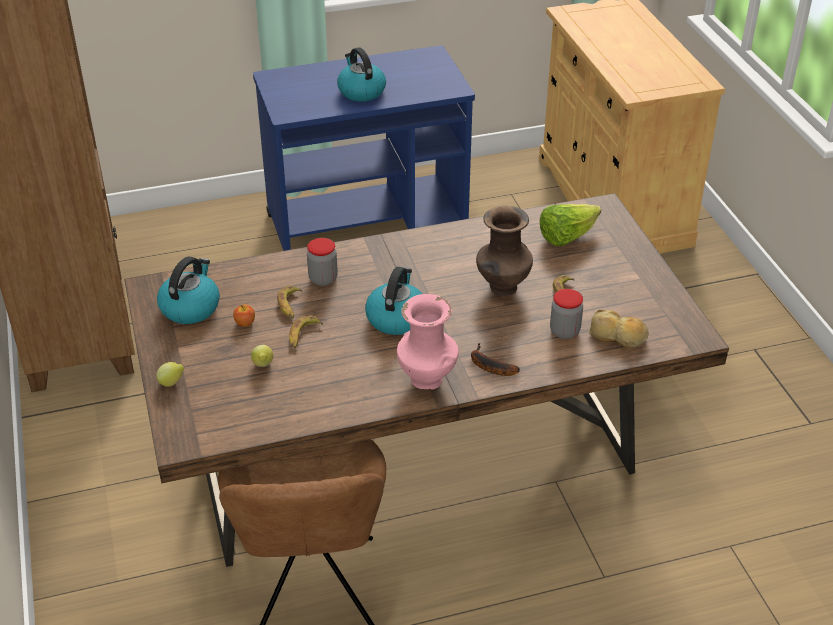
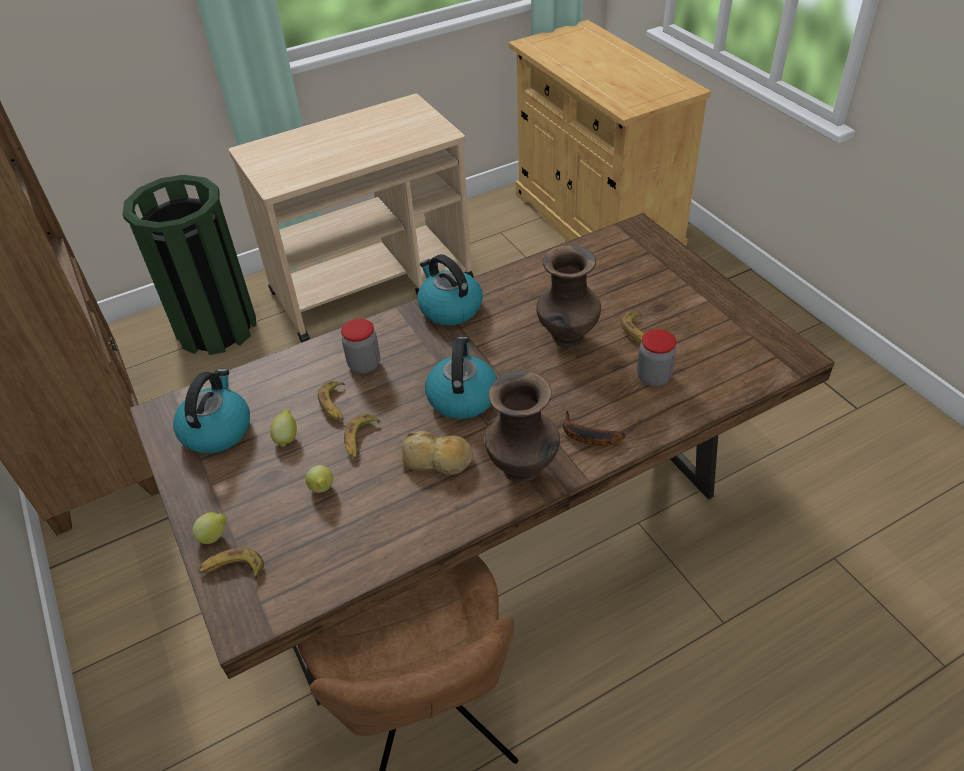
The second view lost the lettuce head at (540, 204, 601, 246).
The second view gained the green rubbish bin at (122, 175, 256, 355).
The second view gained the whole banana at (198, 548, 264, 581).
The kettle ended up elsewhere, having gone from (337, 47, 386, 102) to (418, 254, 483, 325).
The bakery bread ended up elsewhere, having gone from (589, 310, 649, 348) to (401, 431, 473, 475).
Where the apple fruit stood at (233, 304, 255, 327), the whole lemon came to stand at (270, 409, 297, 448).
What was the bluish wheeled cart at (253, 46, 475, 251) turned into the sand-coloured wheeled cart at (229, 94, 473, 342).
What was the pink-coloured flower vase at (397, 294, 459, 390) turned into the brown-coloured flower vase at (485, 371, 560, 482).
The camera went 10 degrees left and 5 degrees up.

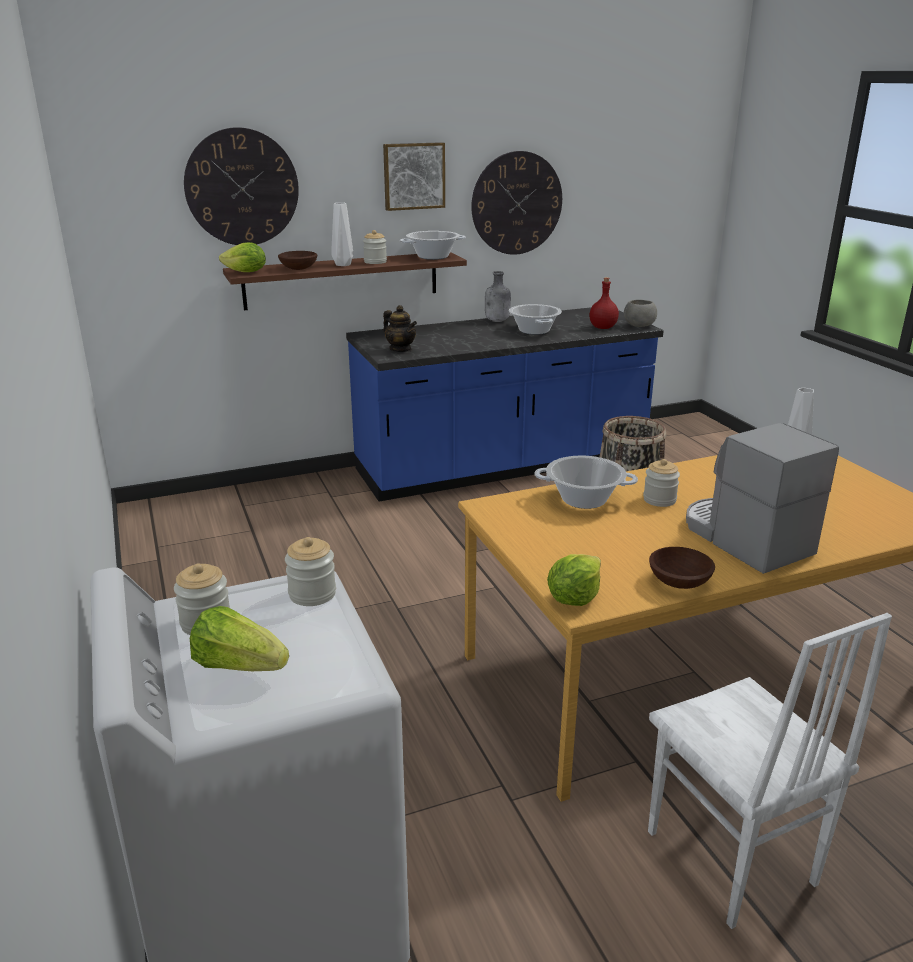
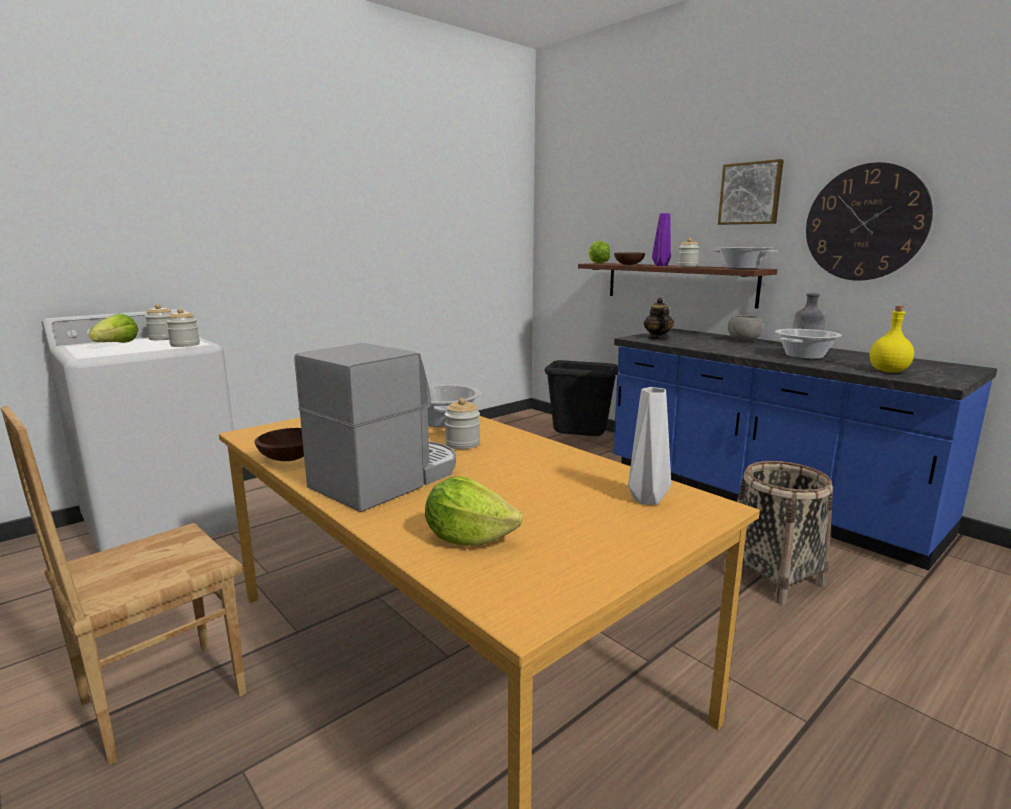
The second view lost the wall clock at (184, 127, 299, 245).
The second view gained the black rubbish bin at (545, 360, 618, 436).
The lettuce head ended up elsewhere, having gone from (547, 554, 601, 606) to (425, 476, 523, 546).
The greyish serving bowl ended up elsewhere, having gone from (624, 300, 657, 327) to (728, 315, 763, 341).
What was the white-coloured flower vase at (331, 202, 353, 266) turned into the purple flower vase at (652, 213, 671, 266).
What was the red-coloured beverage bottle at (589, 277, 619, 329) turned into the yellow-coloured beverage bottle at (870, 306, 914, 372).
What was the white-coloured plain chair at (648, 613, 892, 929) turned into the brown-coloured plain chair at (1, 406, 246, 765).
The pot for tea at (383, 305, 417, 352) ended up facing another way, 150 degrees clockwise from before.
The camera went 70 degrees right and 10 degrees down.

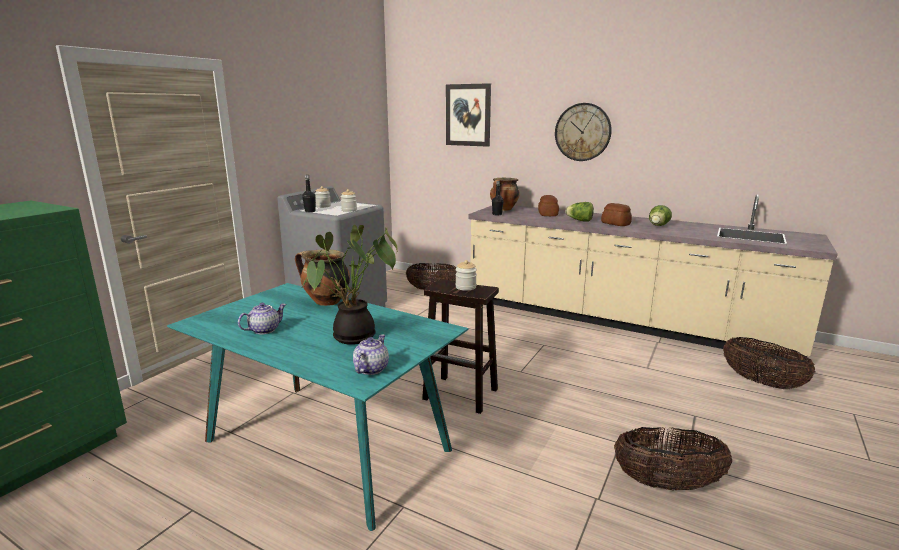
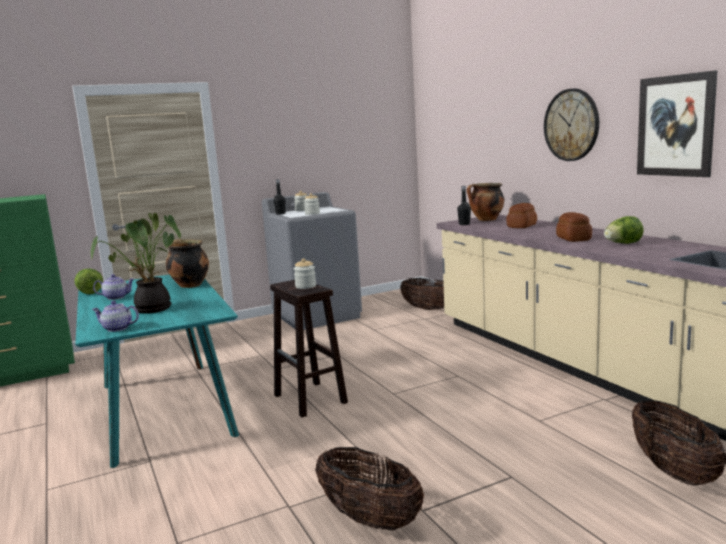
The wall picture ended up elsewhere, having gone from (446, 83, 491, 147) to (637, 70, 717, 177).
The lettuce head ended up elsewhere, having gone from (565, 202, 594, 222) to (75, 268, 103, 294).
The pot for tea at (353, 334, 389, 375) ended up facing another way, 135 degrees counterclockwise from before.
The camera went 35 degrees right and 5 degrees down.

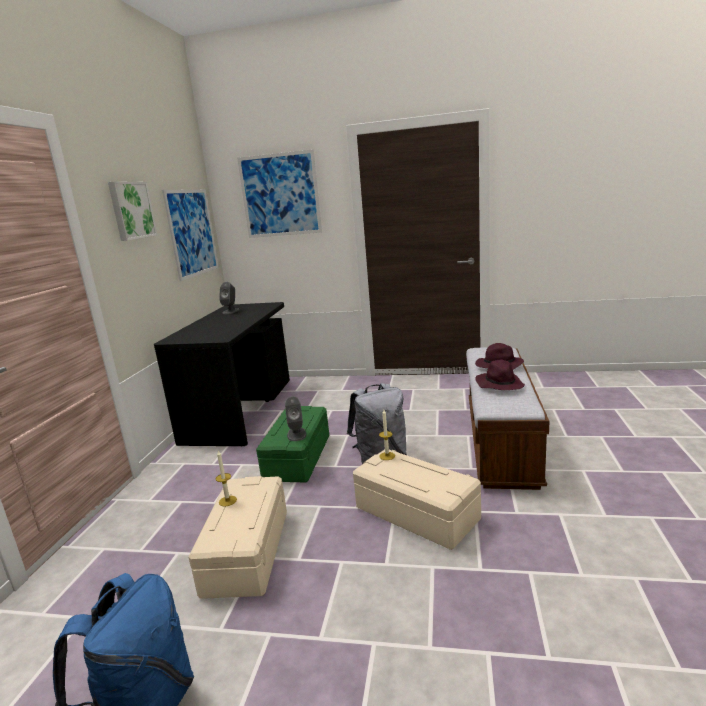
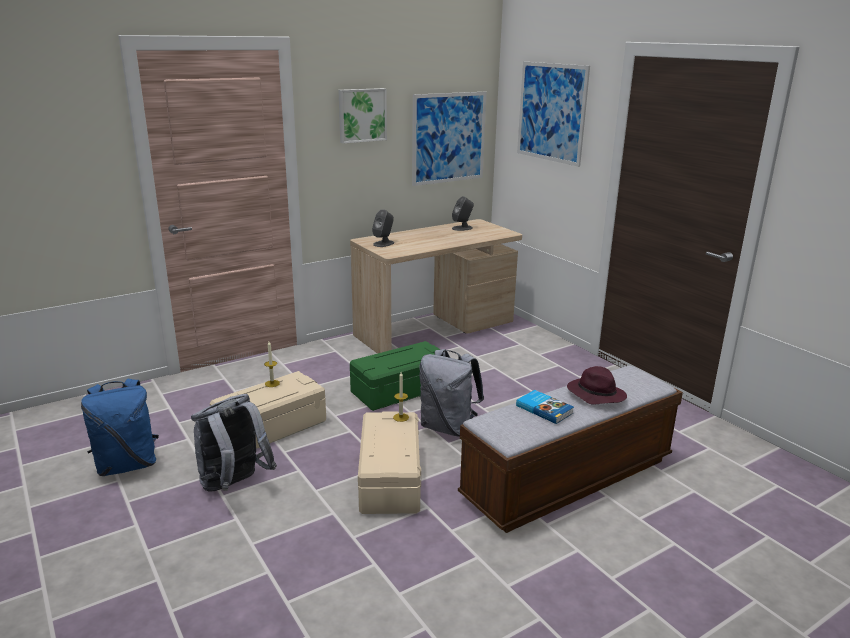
The second view gained the greyish knapsack at (191, 394, 277, 491).
The greyish audio speaker ended up elsewhere, having gone from (285, 396, 306, 441) to (372, 209, 394, 247).
Where the purple clothing hat stood at (475, 360, 525, 390), the volume came to stand at (516, 390, 574, 424).
What was the black desk at (154, 302, 290, 446) turned into the sand-coloured desk at (350, 219, 522, 354).
The camera went 45 degrees right and 5 degrees up.

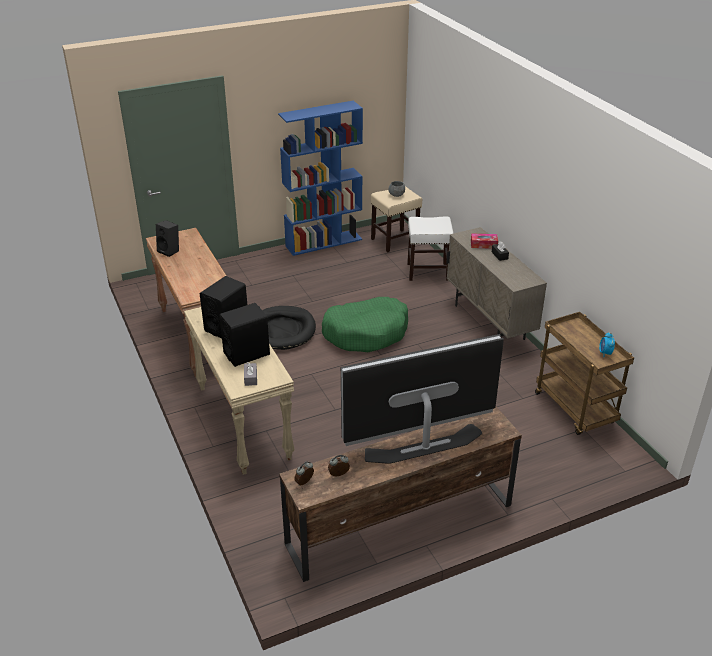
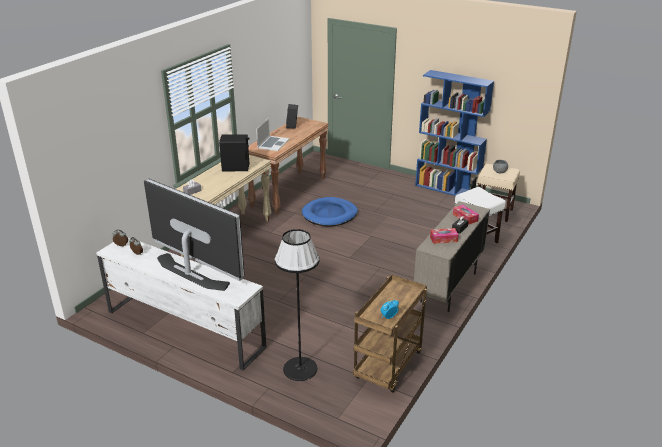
The second view lost the black audio speaker at (219, 303, 270, 367).
The second view lost the green pet bed at (322, 297, 408, 352).
The second view gained the portable computer at (256, 118, 289, 151).
The second view gained the black standard lamp at (275, 229, 319, 381).
The second view gained the tissue holder at (430, 228, 459, 244).
What was the black pet bed at (262, 306, 316, 350) turned into the bluish pet bed at (302, 197, 358, 226).
What was the brown-coloured tv unit at (279, 407, 522, 582) turned into the white-coloured tv unit at (96, 237, 266, 371).
The camera went 55 degrees right and 5 degrees down.

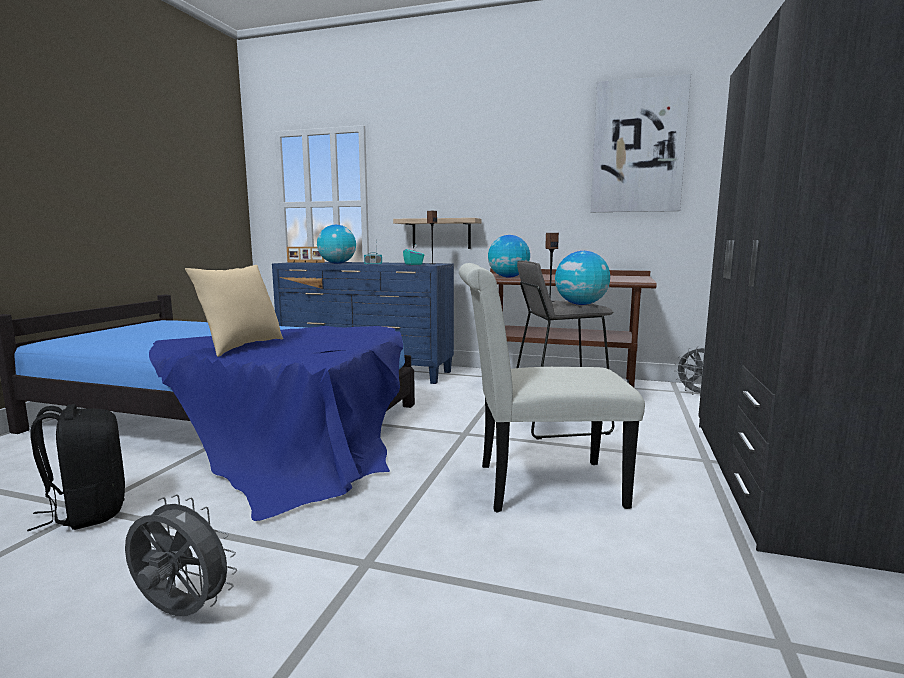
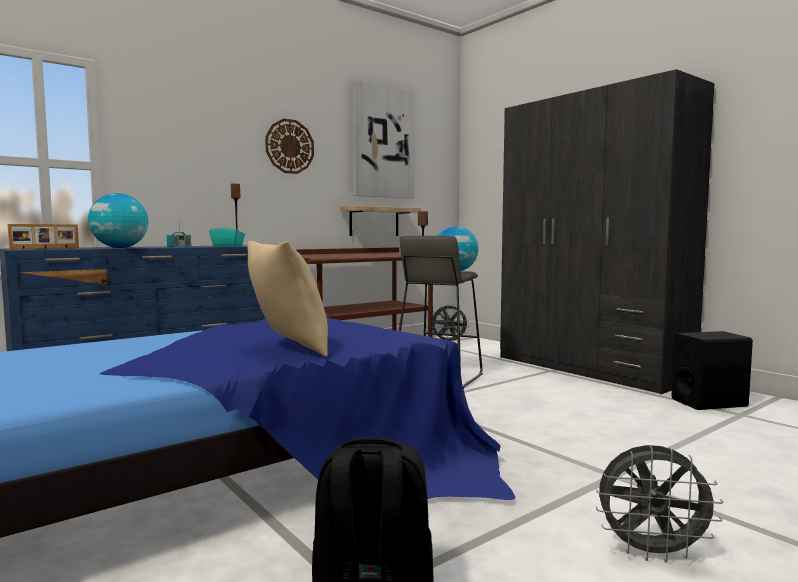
The second view lost the white-coloured plain chair at (459, 263, 645, 513).
The second view lost the world globe at (488, 235, 530, 277).
The second view gained the wall clock at (265, 119, 314, 174).
The second view gained the black audio speaker at (672, 331, 753, 410).
The wall shelf ended up elsewhere, having gone from (393, 218, 482, 249) to (340, 206, 421, 236).
The greyish fan at (125, 494, 237, 616) ended up facing another way, 135 degrees counterclockwise from before.
The camera went 55 degrees left and 5 degrees down.

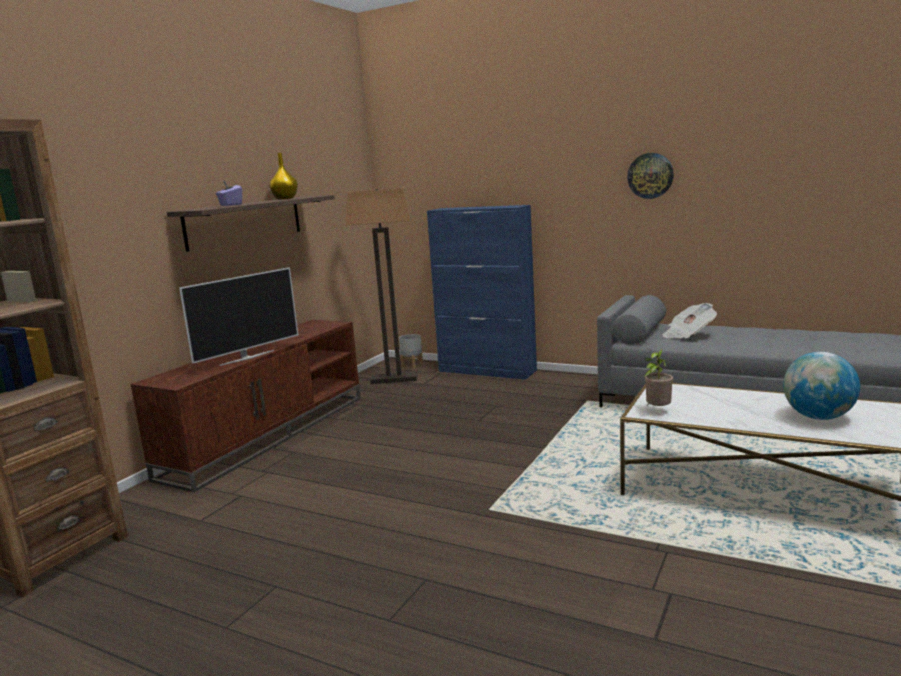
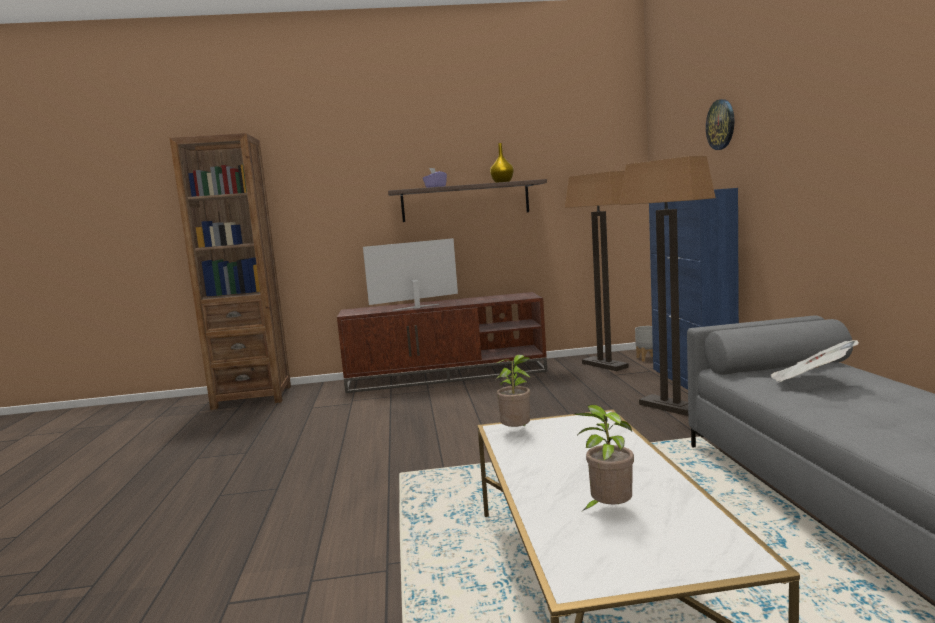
The second view gained the standard lamp at (620, 156, 716, 416).
The wall clock ended up elsewhere, having gone from (627, 153, 674, 199) to (706, 99, 735, 150).
Where the world globe stood at (783, 352, 860, 420), the potted plant came to stand at (575, 405, 634, 511).
The television at (179, 267, 298, 366) ended up facing another way, 150 degrees clockwise from before.
The camera went 55 degrees right and 5 degrees down.

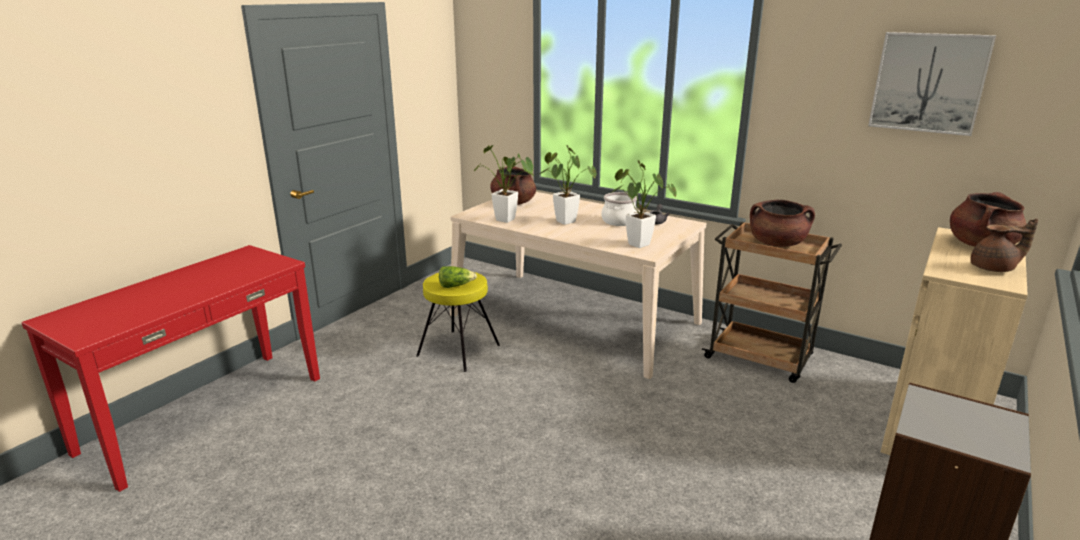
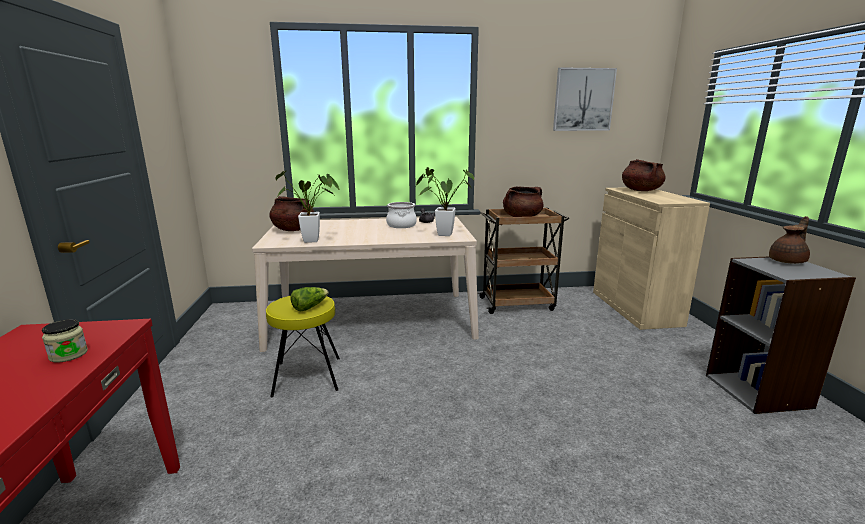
The second view lost the potted plant at (539, 145, 597, 225).
The second view gained the preserve jar at (42, 319, 88, 363).
The brown-coloured pot for tea ended up elsewhere, having gone from (970, 219, 1038, 272) to (769, 216, 810, 264).
The camera went 40 degrees left and 5 degrees down.

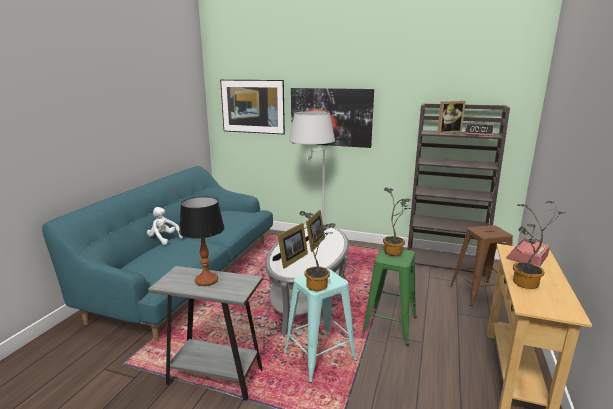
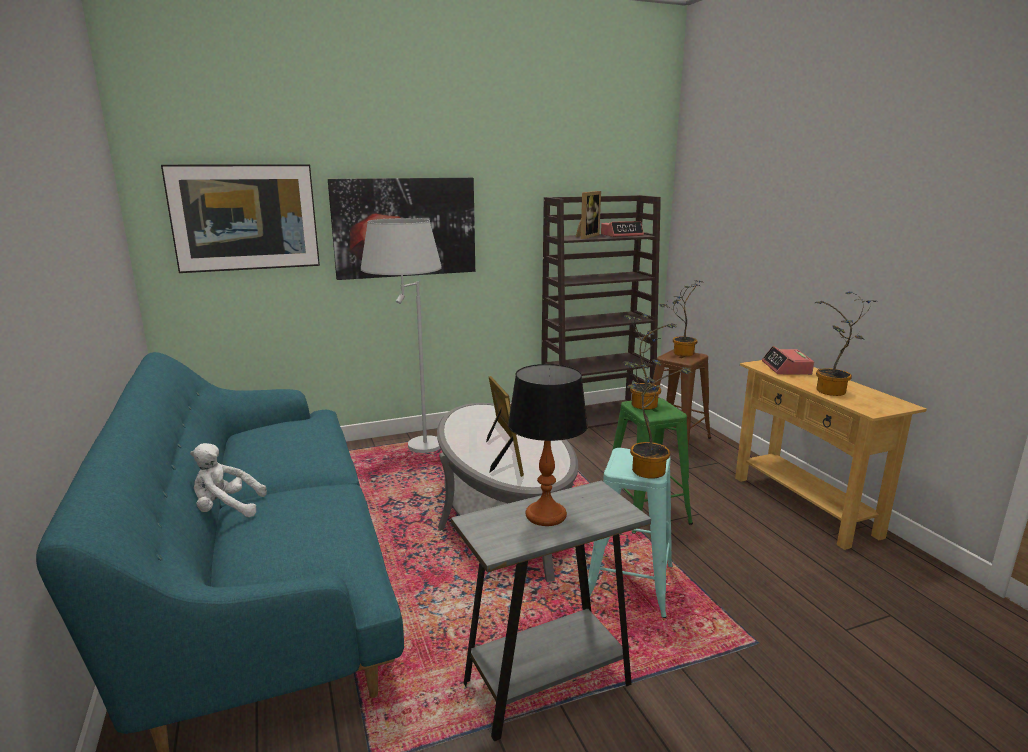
The second view gained the potted plant at (659, 280, 702, 356).
The camera went 40 degrees left and 0 degrees up.

